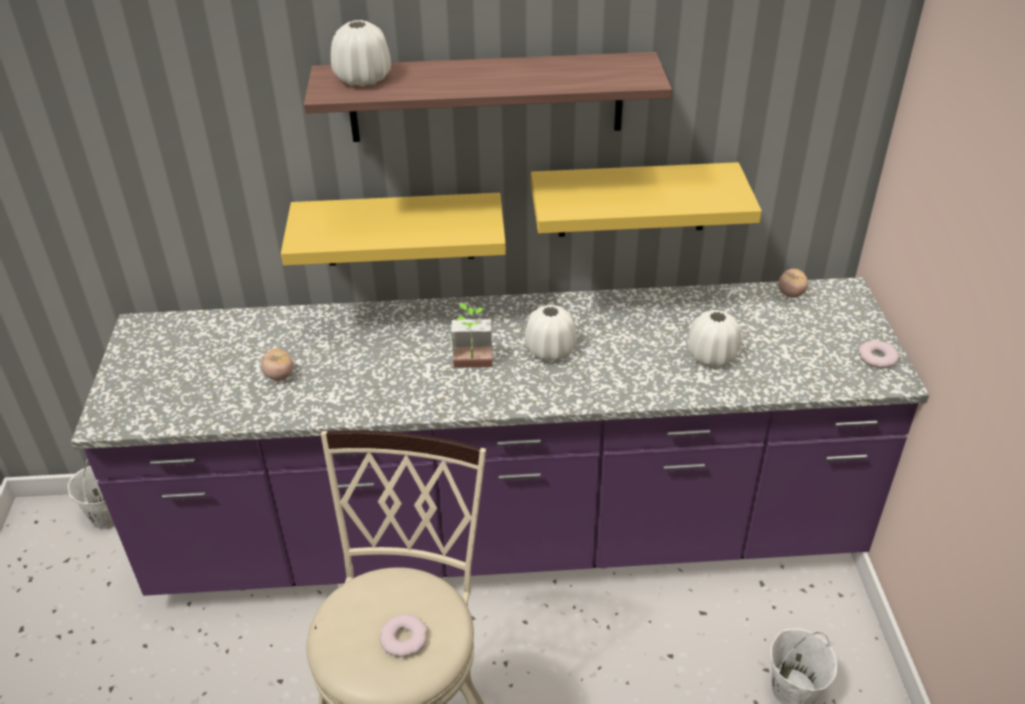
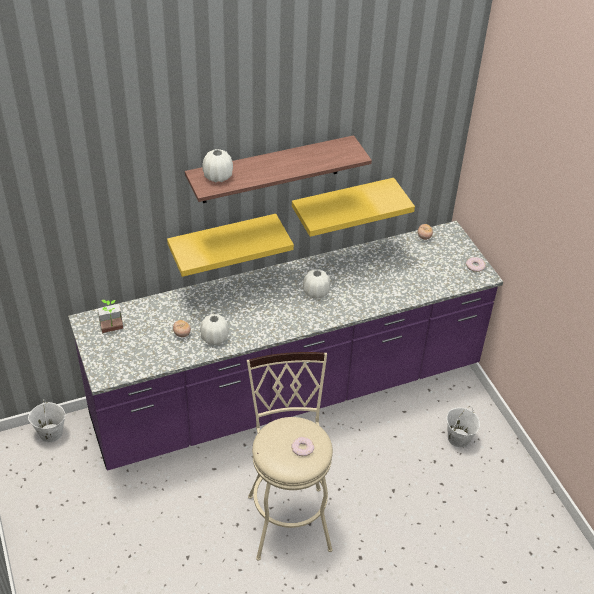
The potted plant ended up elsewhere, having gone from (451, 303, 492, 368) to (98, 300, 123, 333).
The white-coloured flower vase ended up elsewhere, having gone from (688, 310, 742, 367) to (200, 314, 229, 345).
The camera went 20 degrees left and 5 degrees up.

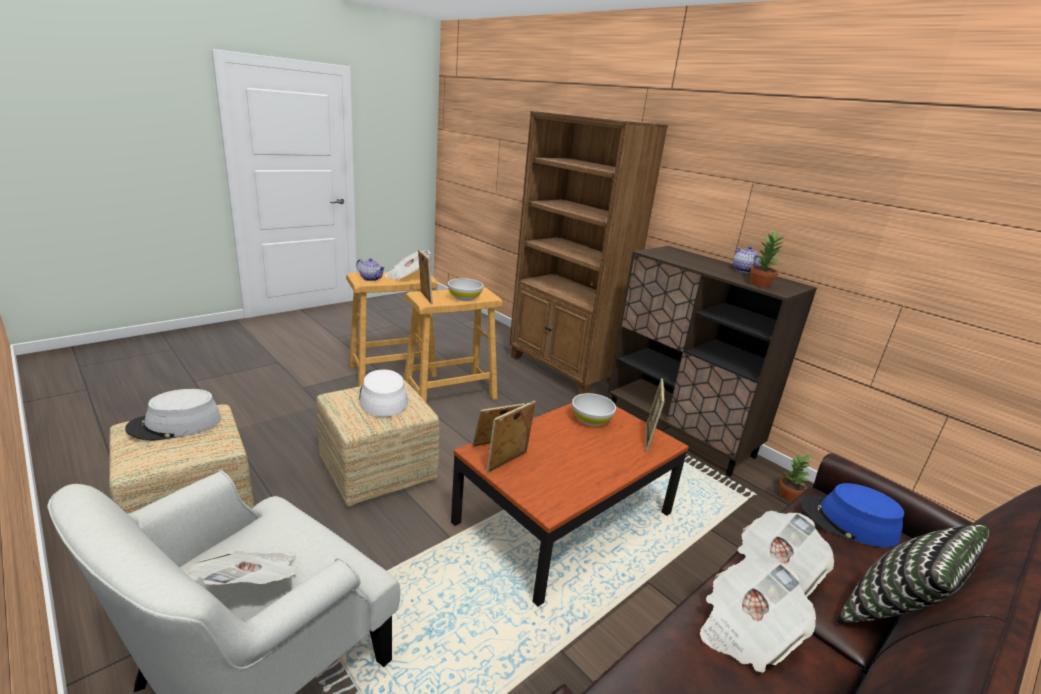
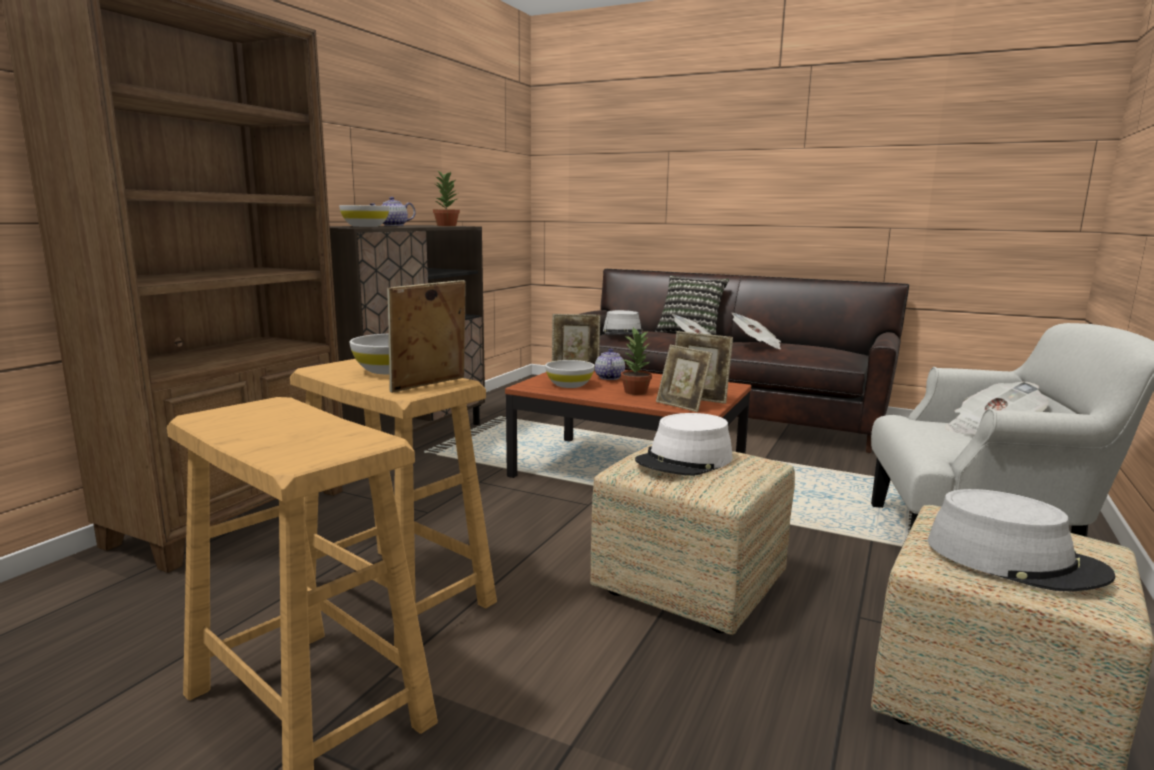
The second view lost the daily paper at (384, 250, 431, 280).
The second view gained the white-coloured serving bowl at (339, 205, 389, 227).
The pot for tea ended up elsewhere, having gone from (356, 258, 385, 281) to (595, 348, 625, 380).
The potted plant ended up elsewhere, having gone from (780, 453, 812, 502) to (621, 327, 652, 395).
What was the bluish clothing hat at (801, 483, 904, 547) turned into the greyish clothing hat at (603, 310, 642, 335).
The camera went 110 degrees left and 10 degrees down.

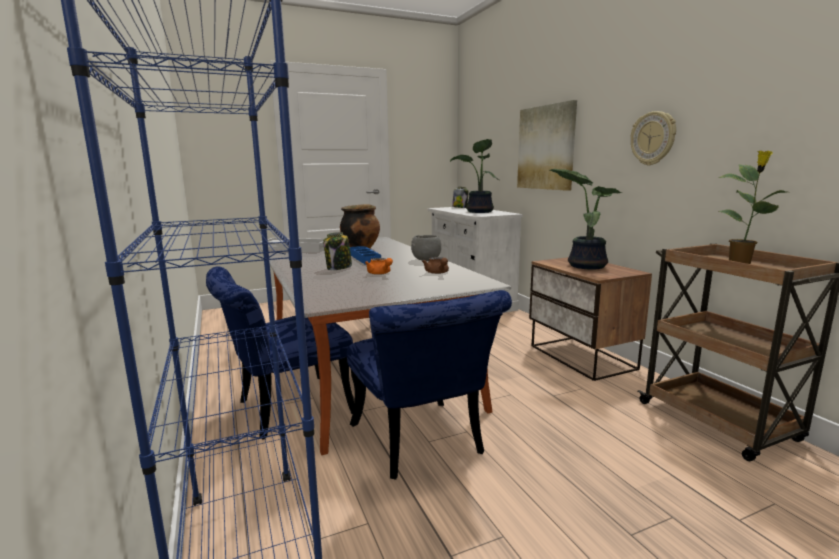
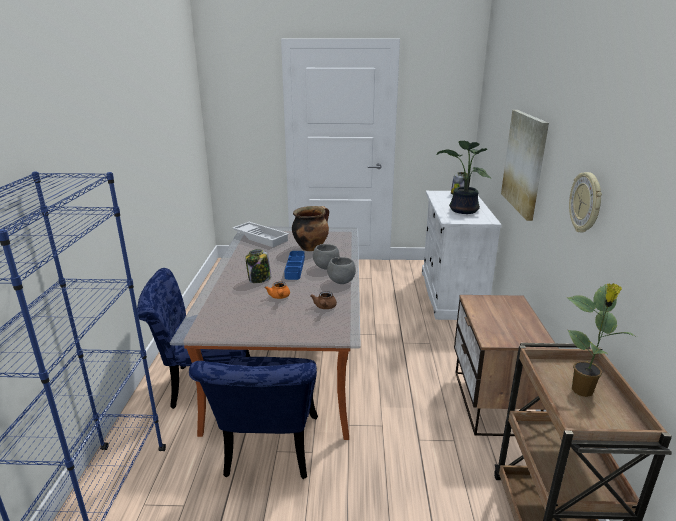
The second view lost the potted plant at (550, 169, 622, 270).
The second view gained the greyish serving bowl at (313, 244, 340, 269).
The camera went 25 degrees right and 10 degrees up.

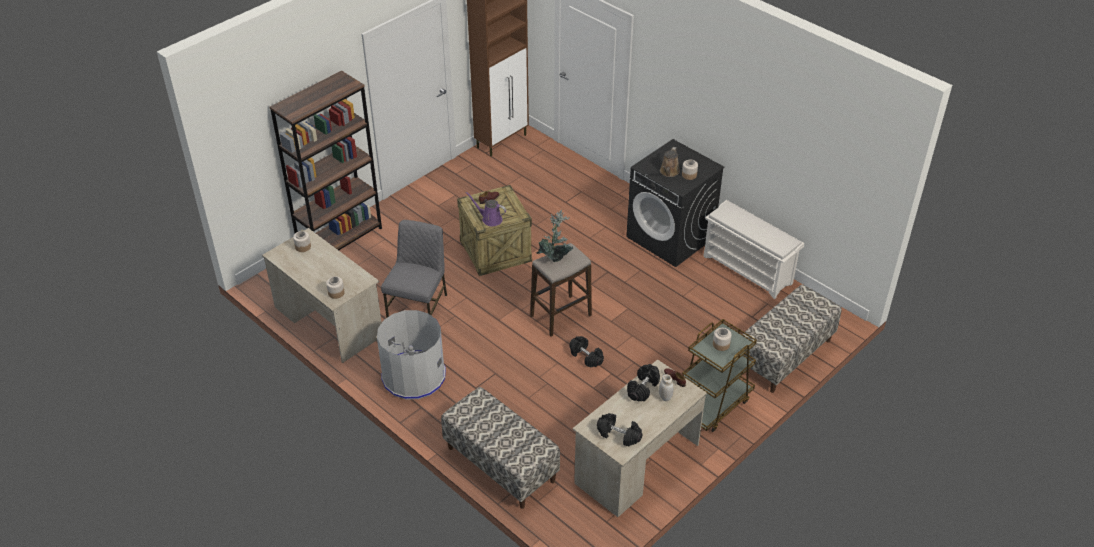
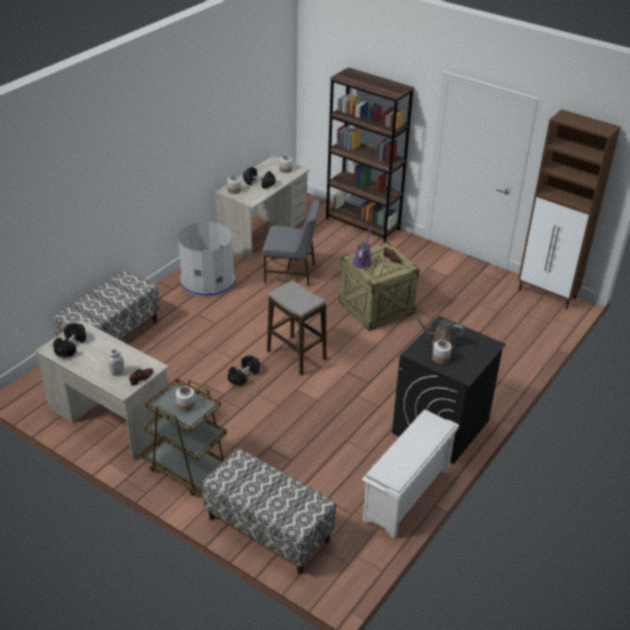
The second view lost the potted plant at (536, 210, 574, 262).
The black free weight ended up elsewhere, having gone from (627, 364, 660, 402) to (243, 167, 276, 189).
The camera went 80 degrees right and 5 degrees down.

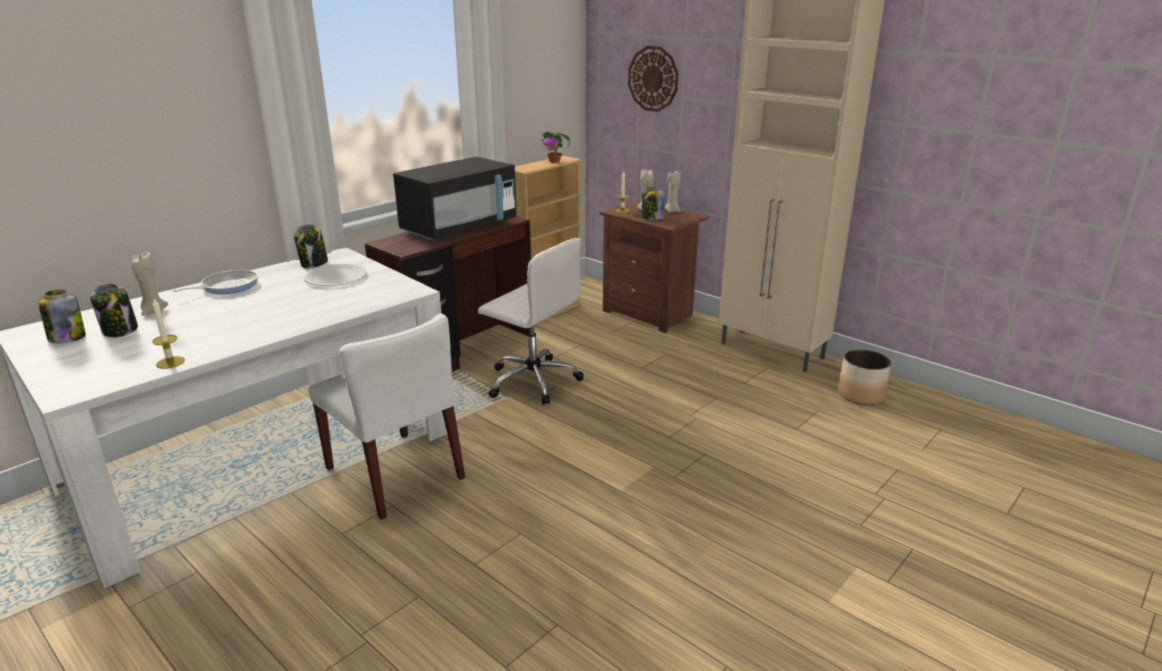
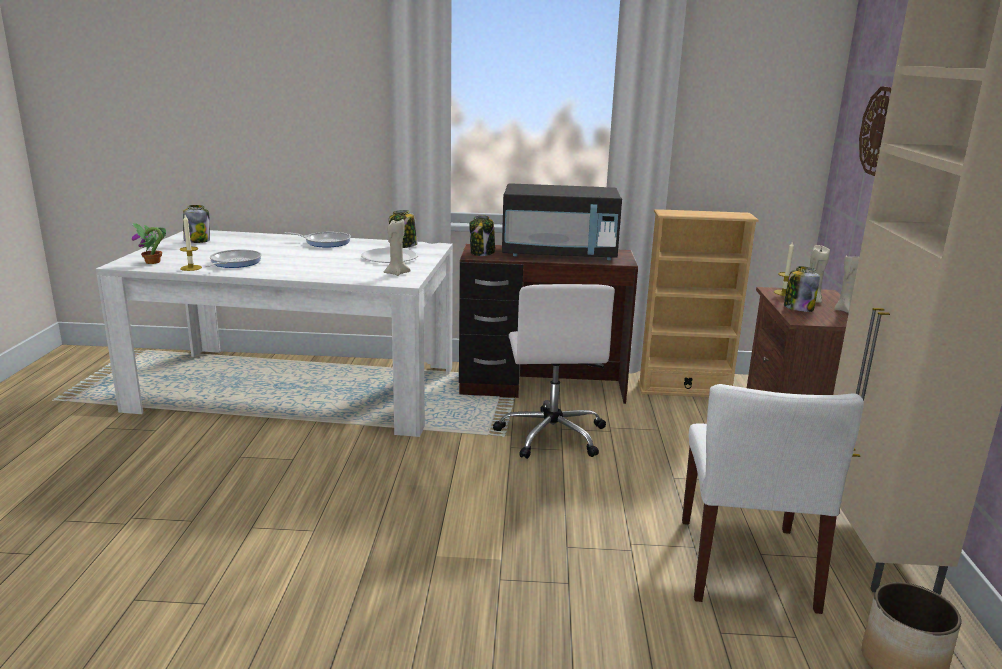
The second view gained the frying pan at (205, 250, 262, 268).
The preserve jar ended up elsewhere, having gone from (90, 283, 138, 337) to (469, 215, 495, 256).
The sand-coloured wax light ended up elsewhere, having gone from (131, 251, 168, 316) to (384, 219, 411, 276).
The white-coloured plain chair ended up elsewhere, having gone from (309, 314, 465, 520) to (682, 384, 864, 614).
The potted plant ended up elsewhere, having gone from (540, 132, 571, 162) to (132, 223, 166, 264).
The camera went 50 degrees right and 5 degrees down.

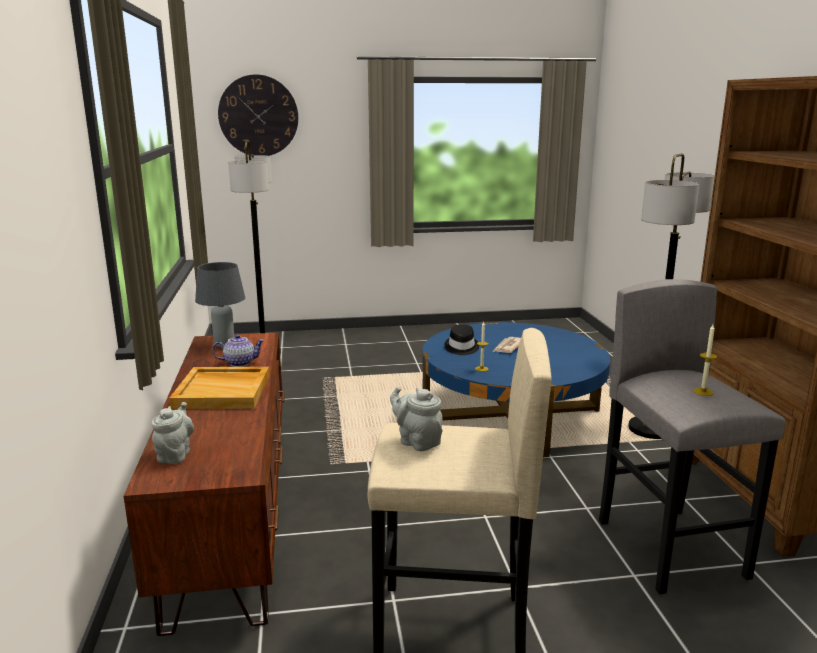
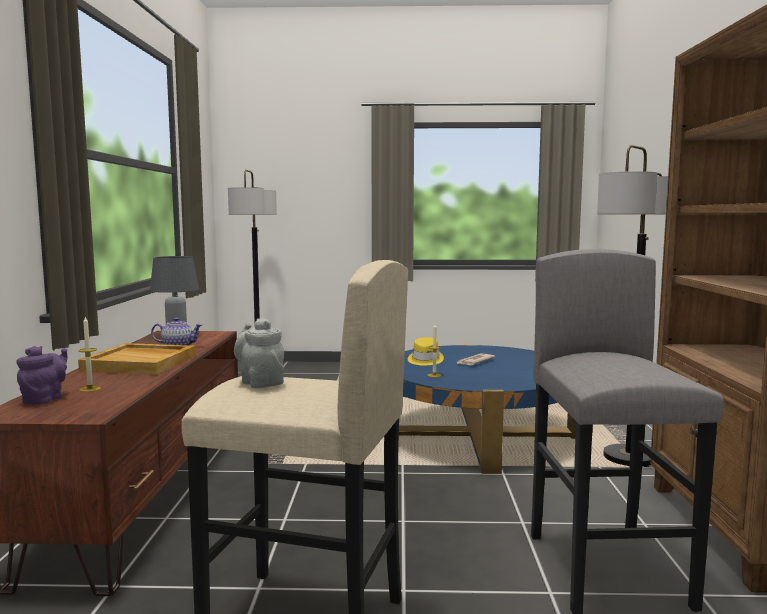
The second view lost the wall clock at (218, 75, 298, 156).
The wax light ended up elsewhere, having gone from (693, 325, 718, 396) to (78, 317, 101, 392).
What was the greyish pot for tea at (152, 402, 194, 464) turned into the purple pot for tea at (16, 346, 67, 405).
What was the black clothing hat at (444, 325, 479, 355) turned into the yellow-coloured clothing hat at (408, 337, 444, 365).
The camera went 10 degrees right and 10 degrees down.

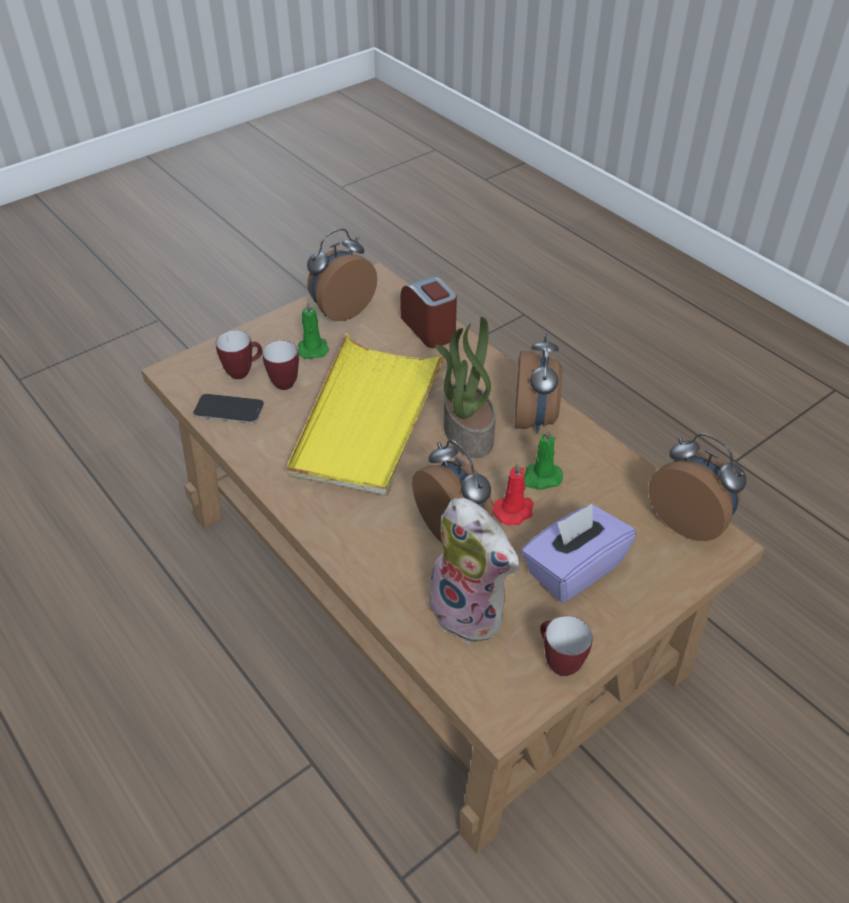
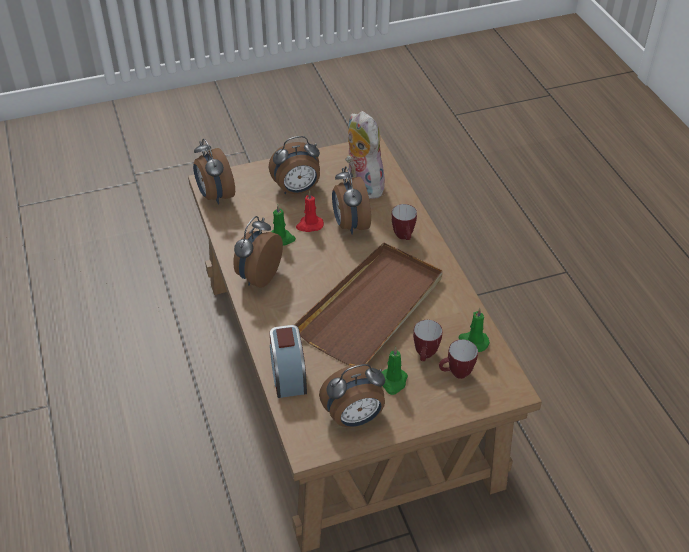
The second view lost the potted plant at (435, 317, 496, 458).
The tea mug ended up elsewhere, having gone from (540, 616, 593, 676) to (391, 204, 417, 240).
Where the telephone stood at (194, 394, 264, 423), the green wax light came to stand at (459, 308, 490, 352).
Where the purple tissue holder stood at (521, 504, 636, 603), the alarm clock came to stand at (269, 136, 320, 194).
What was the yellow-coloured carrying tray at (286, 333, 445, 496) turned into the brown-coloured carrying tray at (294, 242, 443, 366).
The camera went 160 degrees left and 0 degrees up.

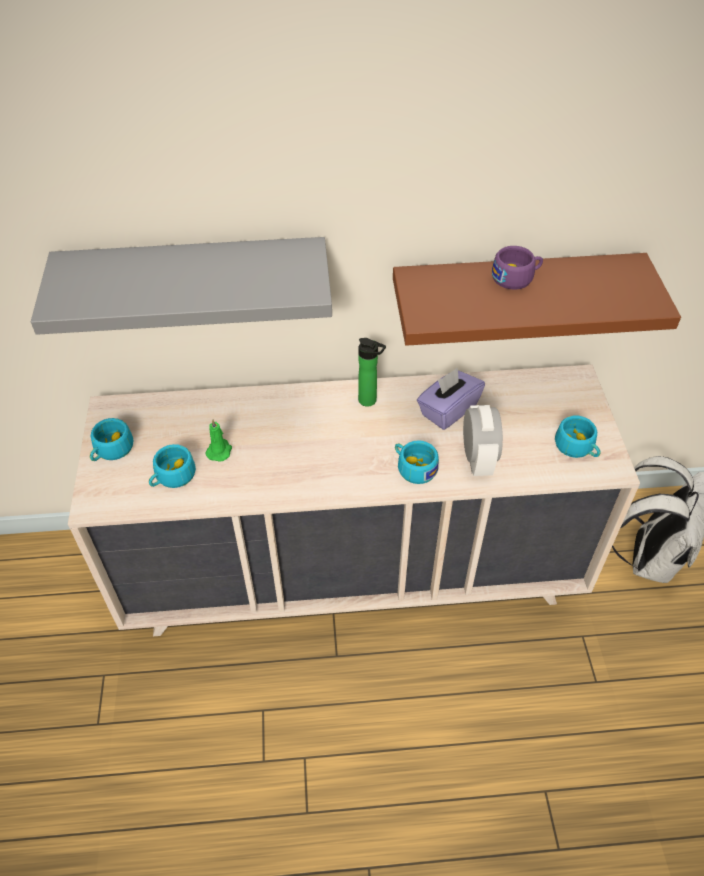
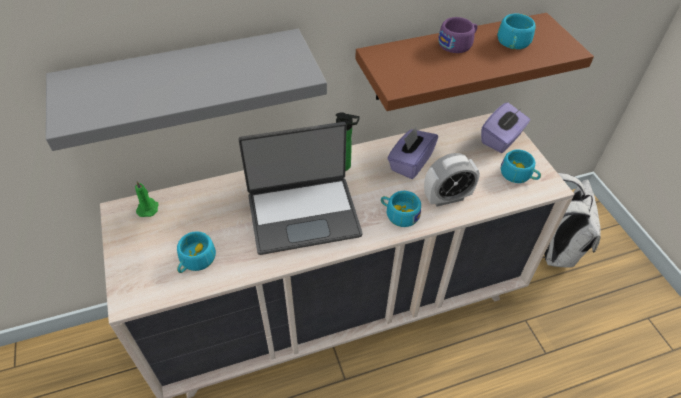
The second view gained the portable computer at (238, 122, 362, 255).
The second view gained the purple tissue holder at (481, 102, 530, 153).
The turquoise drinking cup ended up elsewhere, having gone from (90, 418, 134, 461) to (498, 14, 536, 49).
The green wax light ended up elsewhere, having gone from (205, 419, 232, 462) to (135, 181, 159, 217).
The alarm clock at (463, 405, 503, 476) ended up facing another way, 90 degrees clockwise from before.
The camera went 15 degrees left and 0 degrees up.

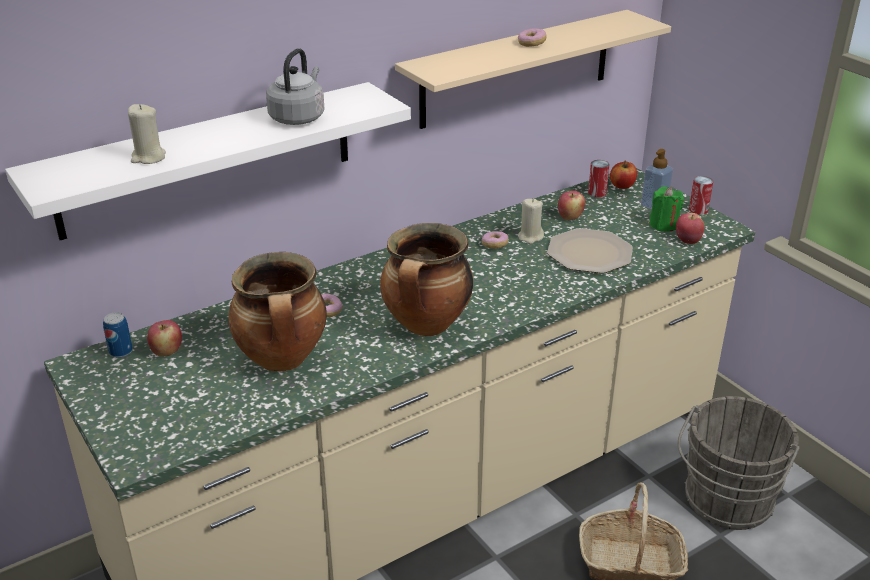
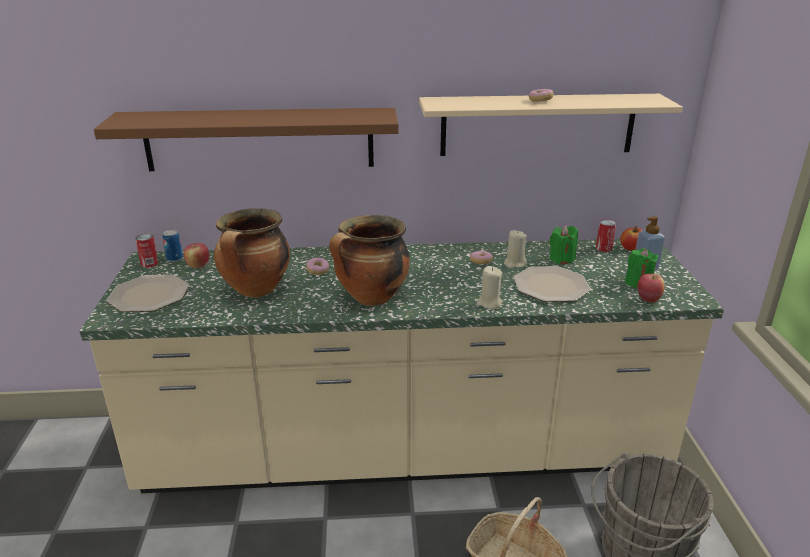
The second view lost the greyish kettle at (266, 48, 324, 125).
The second view gained the plate at (107, 275, 189, 312).
The sand-coloured wax light ended up elsewhere, having gone from (128, 104, 166, 164) to (477, 266, 503, 309).
The can ended up elsewhere, having gone from (689, 176, 713, 215) to (135, 234, 158, 268).
Where the apple fruit stood at (558, 191, 585, 220), the green wax light came to stand at (550, 225, 578, 264).
What was the white-coloured wall shelf at (5, 82, 411, 240) turned into the brown-coloured wall shelf at (94, 108, 399, 171).
The camera went 30 degrees right and 5 degrees down.

